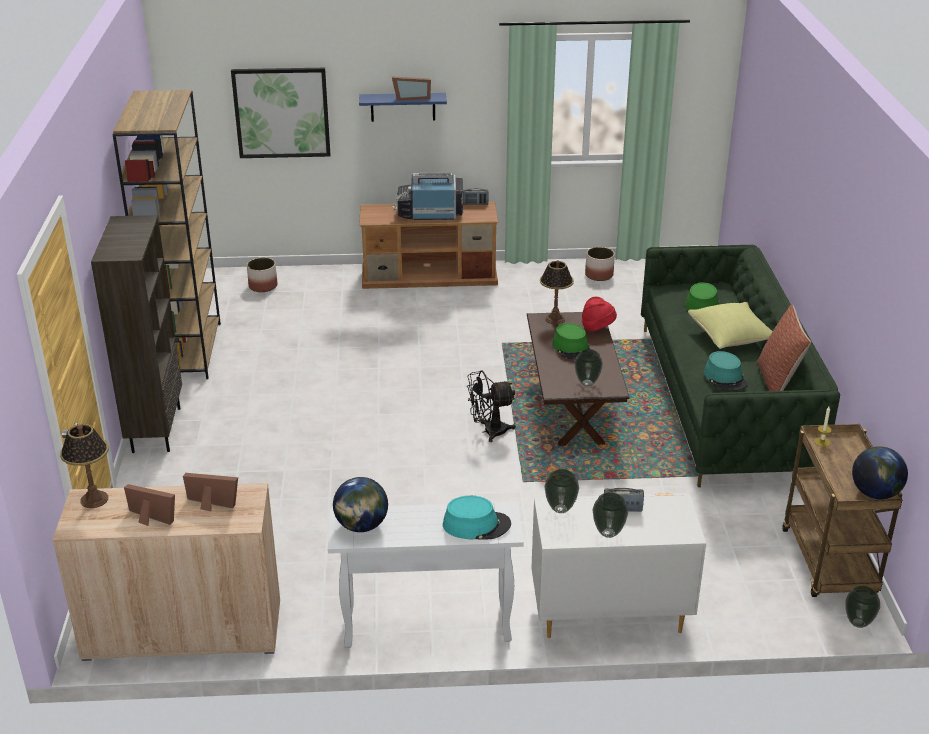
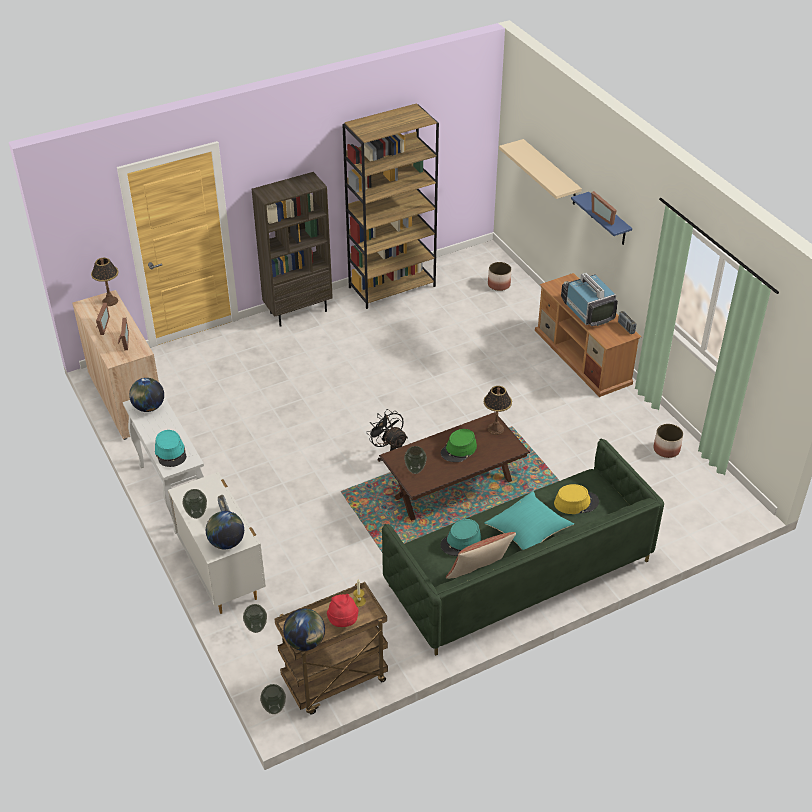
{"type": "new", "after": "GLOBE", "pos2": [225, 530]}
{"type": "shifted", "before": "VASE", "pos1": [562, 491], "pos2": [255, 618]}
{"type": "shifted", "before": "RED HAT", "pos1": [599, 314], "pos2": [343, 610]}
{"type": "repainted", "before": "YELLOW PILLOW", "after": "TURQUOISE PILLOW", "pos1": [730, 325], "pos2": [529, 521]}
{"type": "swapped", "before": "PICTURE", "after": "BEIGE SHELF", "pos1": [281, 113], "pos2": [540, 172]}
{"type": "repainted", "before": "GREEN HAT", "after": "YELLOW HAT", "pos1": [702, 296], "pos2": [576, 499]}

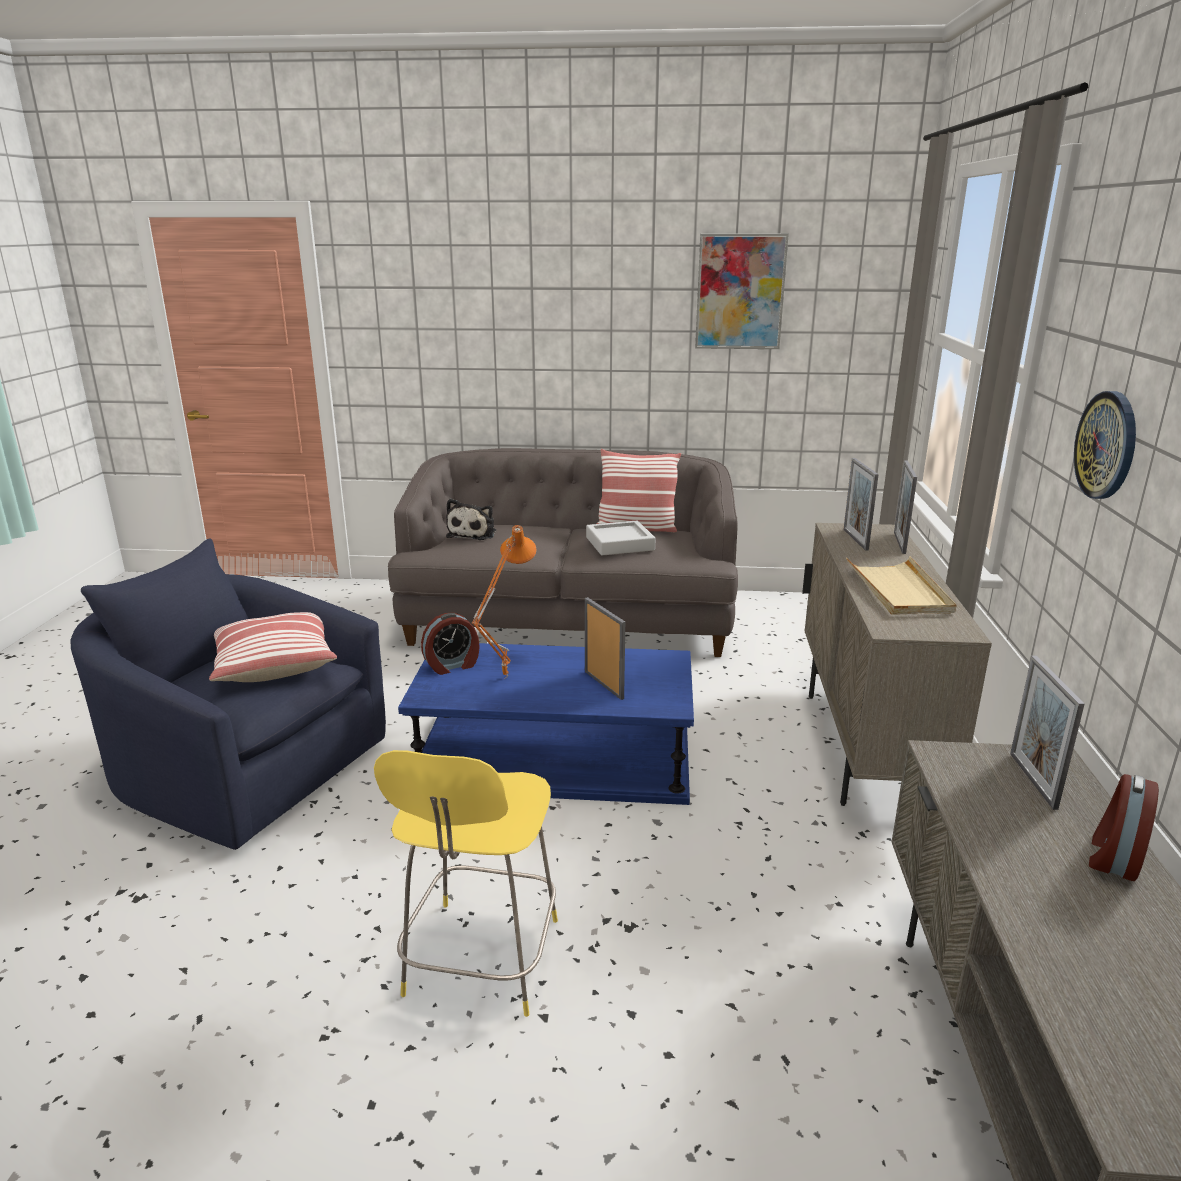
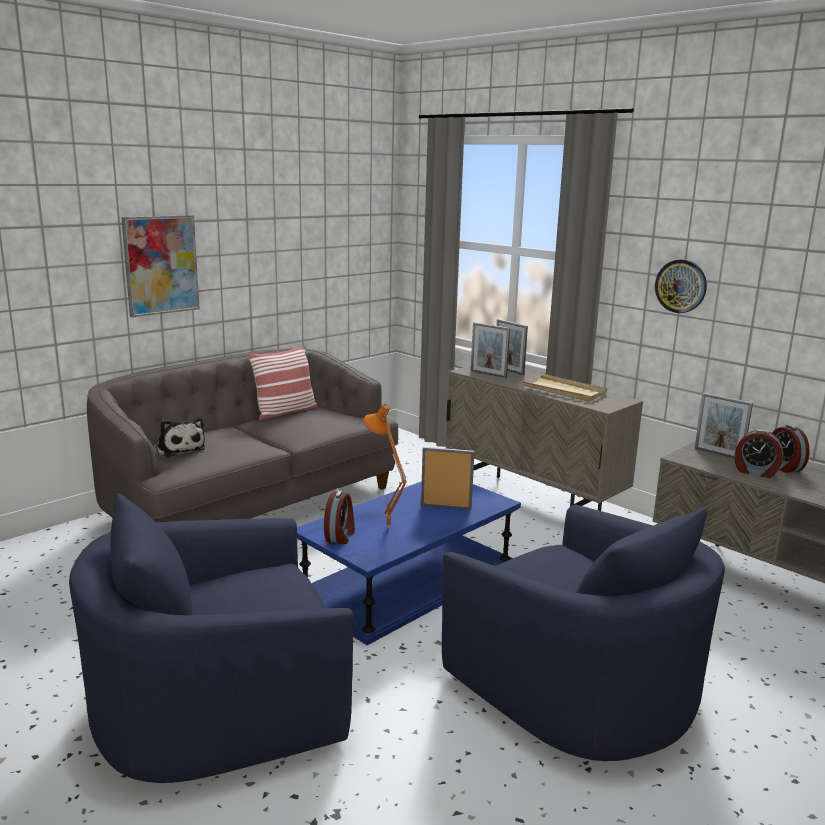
{"type": "shifted", "before": "PICTURE", "pos1": [742, 291], "pos2": [160, 266]}
{"type": "swapped", "before": "YELLOW STOOL", "after": "BLUE ARMCHAIR", "pos1": [466, 883], "pos2": [583, 633]}
{"type": "new", "after": "ALARM CLOCK", "pos2": [759, 454]}
{"type": "gone", "before": "PILLOW", "pos1": [273, 647]}
{"type": "gone", "before": "GREY TRAY", "pos1": [620, 538]}

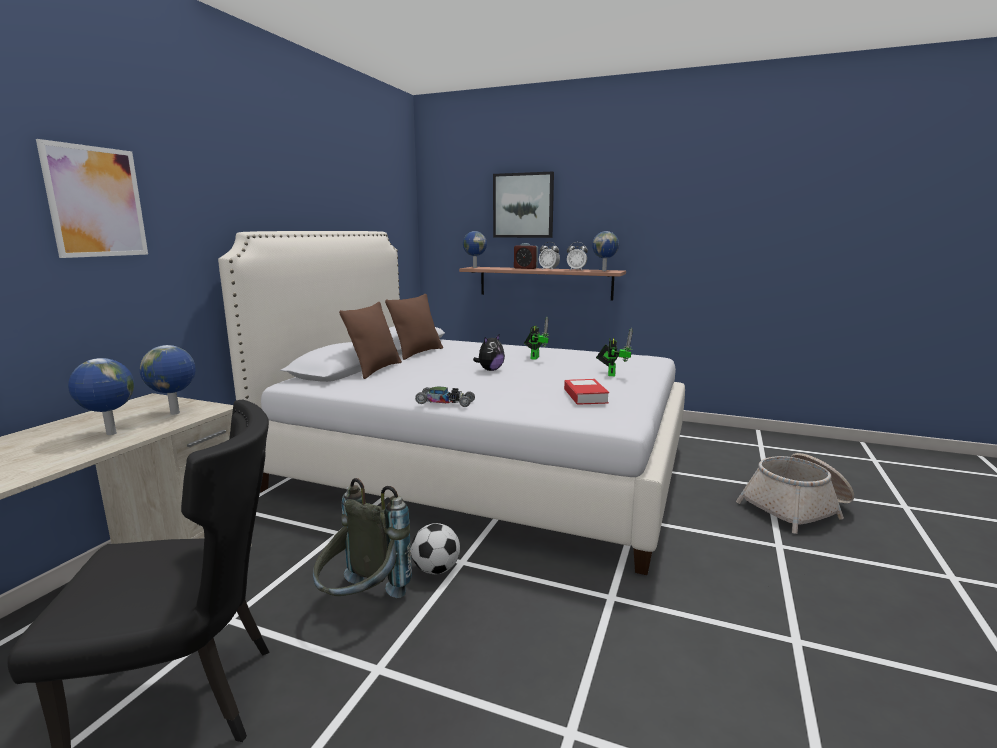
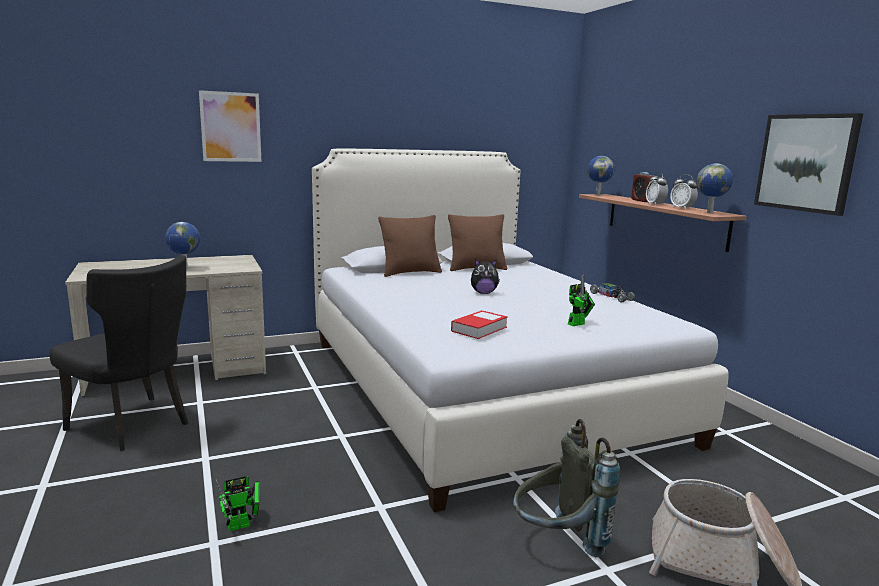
{"type": "shifted", "before": "TOY ROBOT", "pos1": [536, 338], "pos2": [238, 504]}
{"type": "shifted", "before": "GREY BACKPACK", "pos1": [362, 538], "pos2": [566, 488]}
{"type": "shifted", "before": "TOY CAR", "pos1": [445, 396], "pos2": [612, 292]}
{"type": "shifted", "before": "PICTURE", "pos1": [523, 204], "pos2": [808, 164]}
{"type": "gone", "before": "GLOBE", "pos1": [168, 380]}
{"type": "gone", "before": "FOOTBALL", "pos1": [435, 548]}

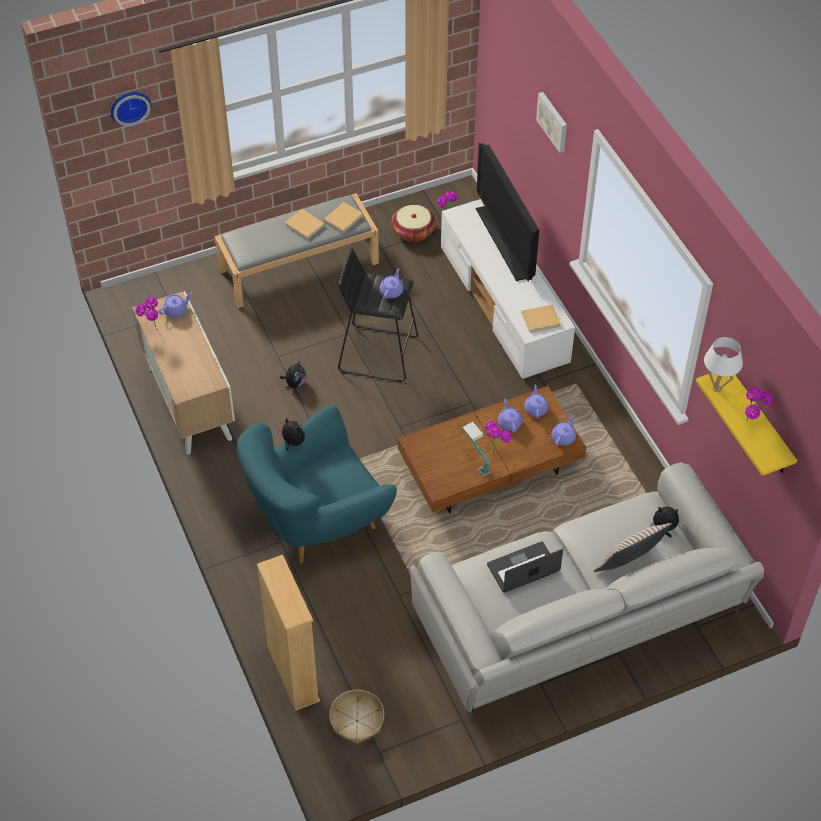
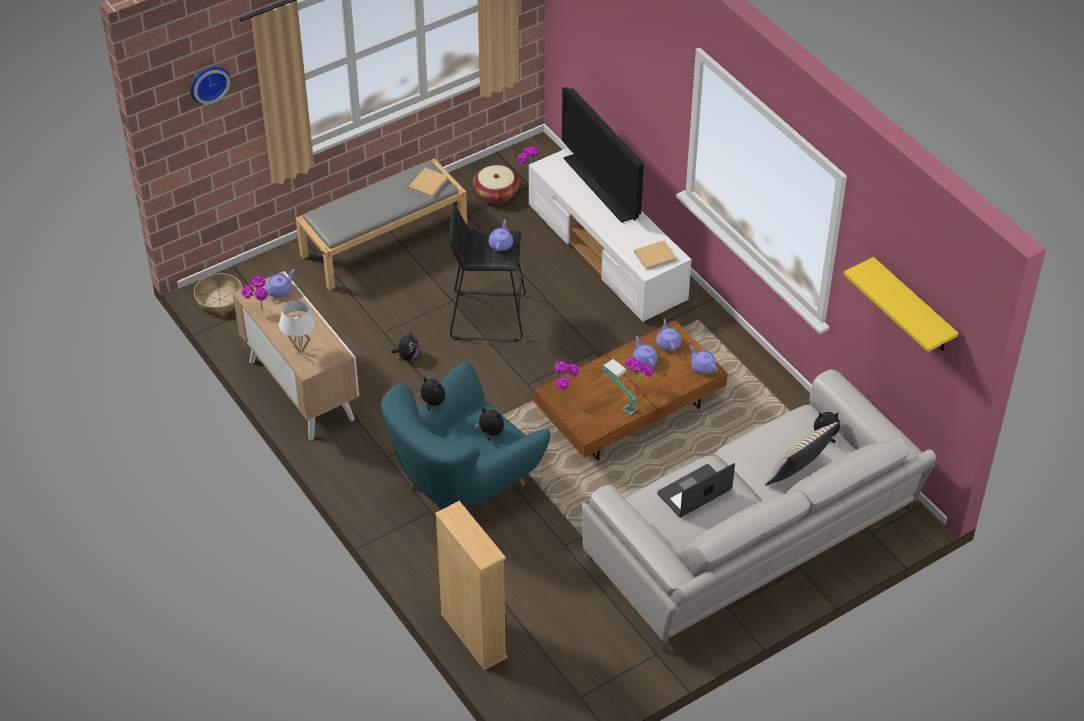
{"type": "shifted", "before": "BASKET", "pos1": [356, 716], "pos2": [218, 294]}
{"type": "shifted", "before": "WHITE TABLE LAMP", "pos1": [723, 364], "pos2": [297, 327]}
{"type": "new", "after": "PLUSH TOY", "pos2": [489, 424]}
{"type": "shifted", "before": "POTTED PLANT", "pos1": [759, 404], "pos2": [566, 377]}
{"type": "rotated", "before": "PURPLE TEAPOT", "pos1": [563, 430], "pos2": [703, 359], "turn": -60}
{"type": "gone", "before": "BEIGE BOOK", "pos1": [304, 224]}
{"type": "gone", "before": "PICTURE", "pos1": [551, 122]}

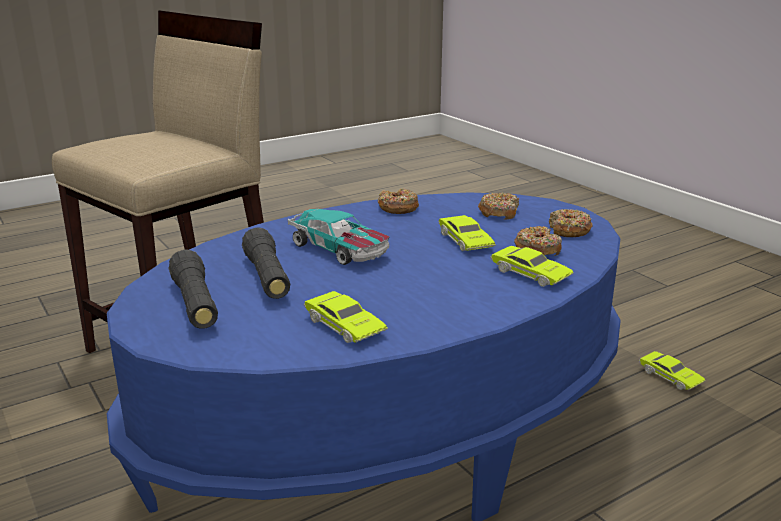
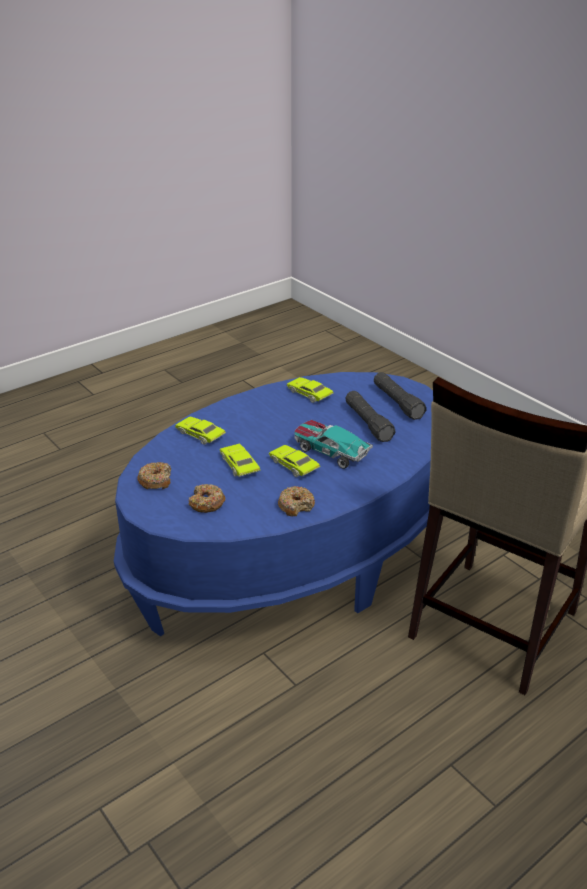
{"type": "shifted", "before": "GREEN TOY CAR", "pos1": [672, 370], "pos2": [294, 461]}
{"type": "gone", "before": "DONUT", "pos1": [538, 241]}

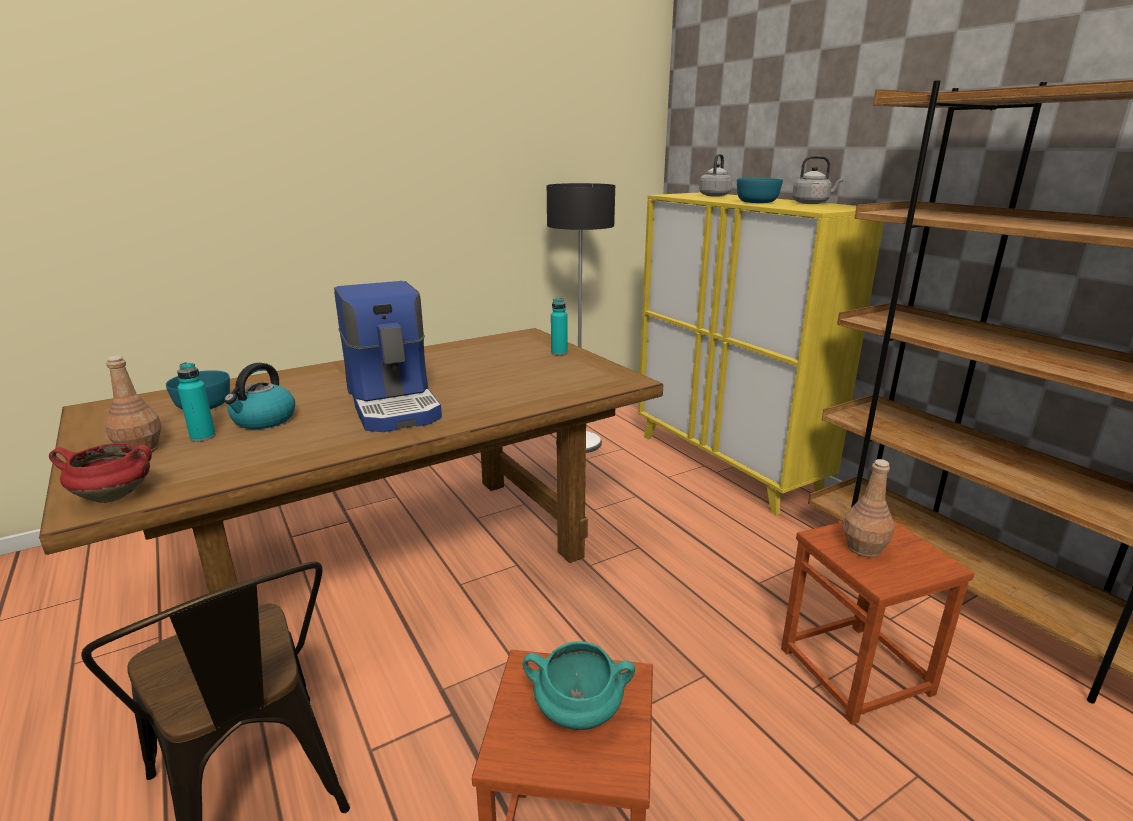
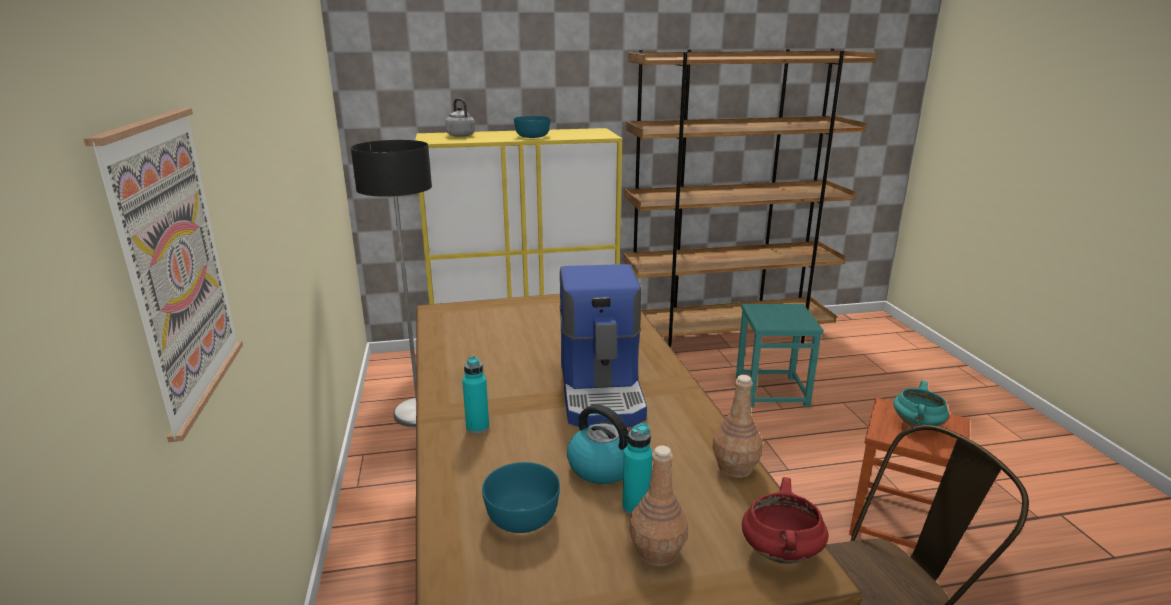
{"type": "new", "after": "PICTURE", "pos2": [163, 275]}
{"type": "shifted", "before": "TURQUOISE BOTTLE", "pos1": [559, 326], "pos2": [475, 395]}
{"type": "rotated", "before": "COFFEE MACHINE", "pos1": [388, 356], "pos2": [603, 345], "turn": 90}
{"type": "shifted", "before": "BROWN BOTTLE", "pos1": [869, 508], "pos2": [737, 426]}
{"type": "repainted", "before": "BROWN STOOL", "after": "TURQUOISE STOOL", "pos1": [877, 622], "pos2": [779, 355]}
{"type": "gone", "before": "GREY KETTLE", "pos1": [818, 180]}

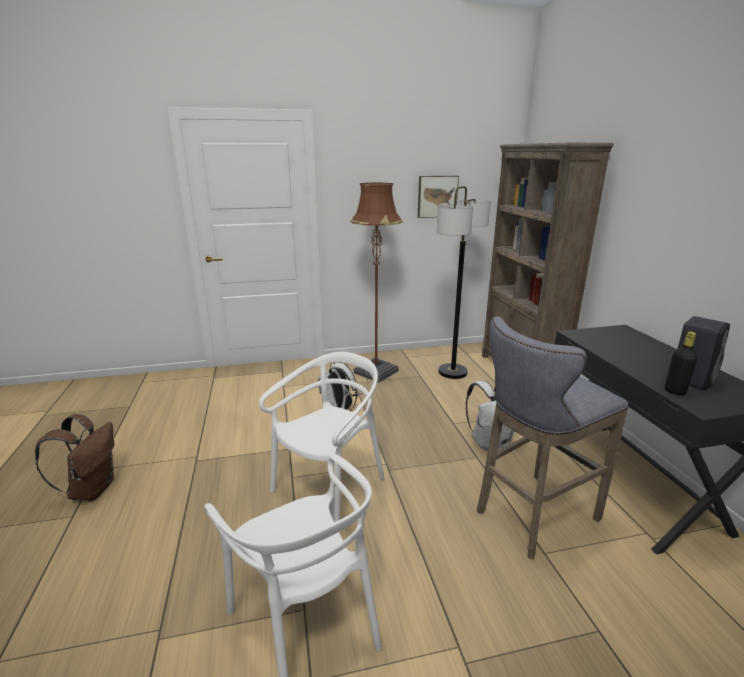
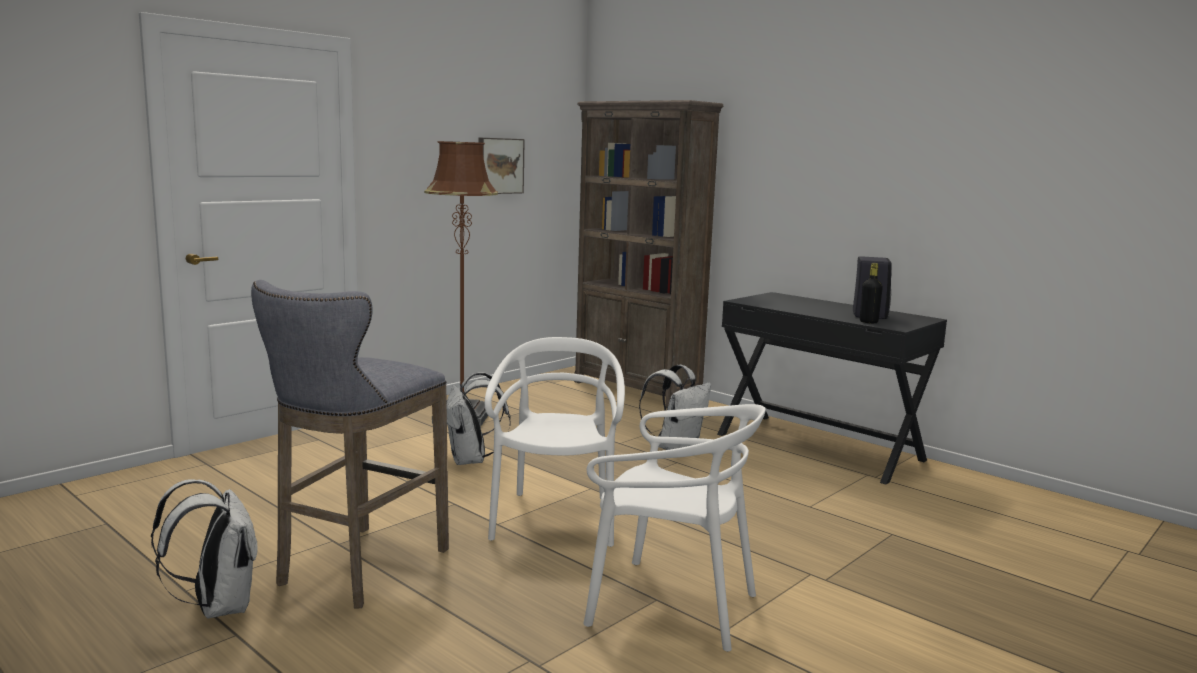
{"type": "repainted", "before": "BROWN BACKPACK", "after": "WHITE BACKPACK", "pos1": [74, 457], "pos2": [204, 549]}
{"type": "shifted", "before": "GREY STOOL", "pos1": [553, 437], "pos2": [350, 444]}
{"type": "gone", "before": "FLOOR LAMP", "pos1": [464, 282]}

